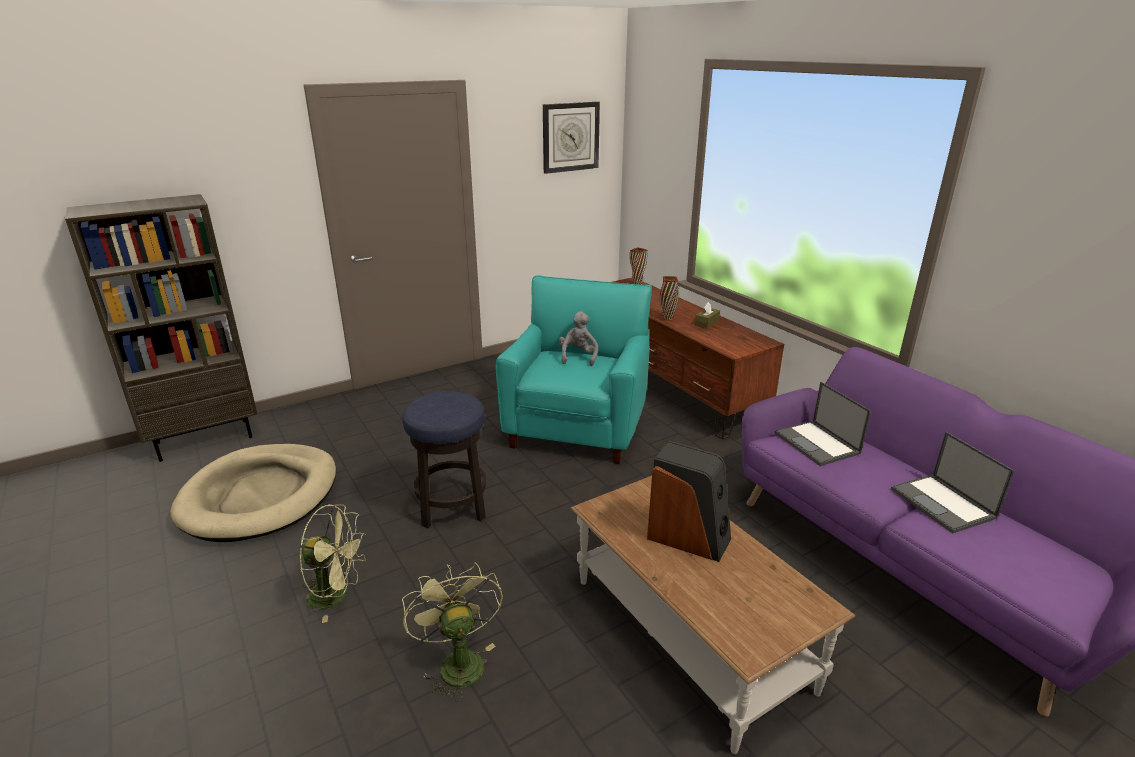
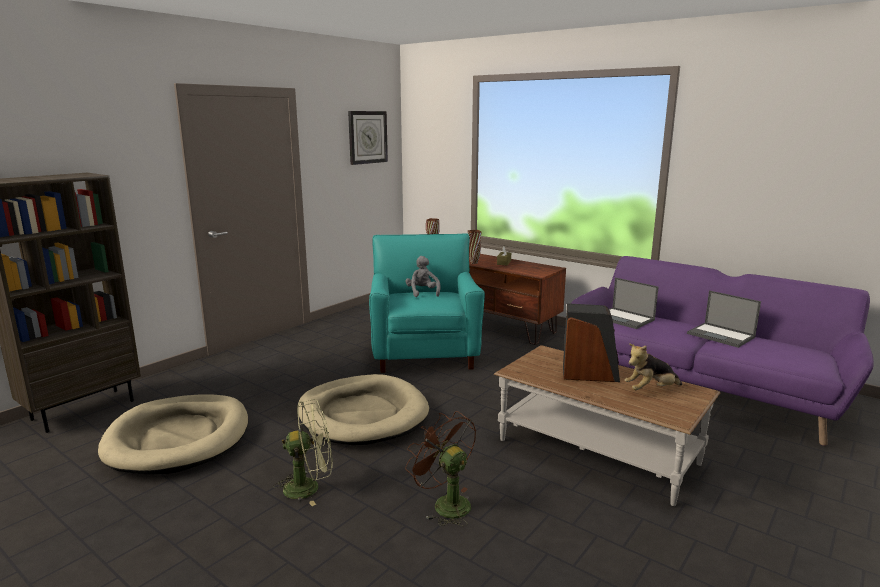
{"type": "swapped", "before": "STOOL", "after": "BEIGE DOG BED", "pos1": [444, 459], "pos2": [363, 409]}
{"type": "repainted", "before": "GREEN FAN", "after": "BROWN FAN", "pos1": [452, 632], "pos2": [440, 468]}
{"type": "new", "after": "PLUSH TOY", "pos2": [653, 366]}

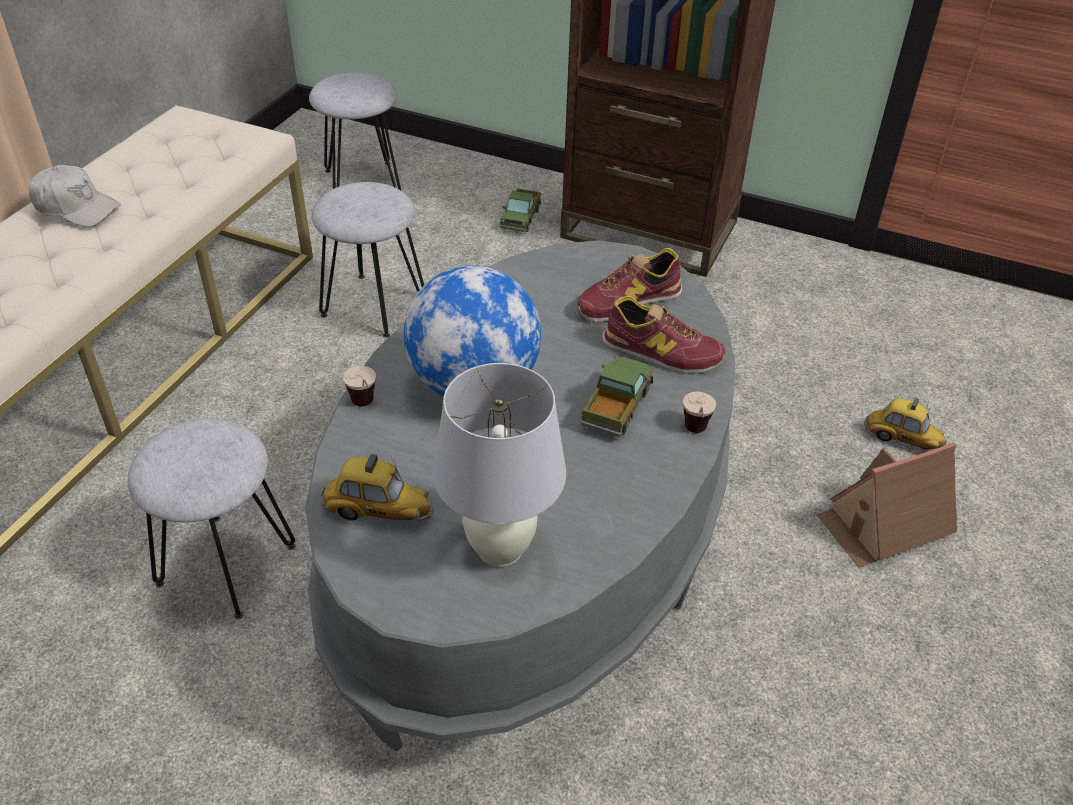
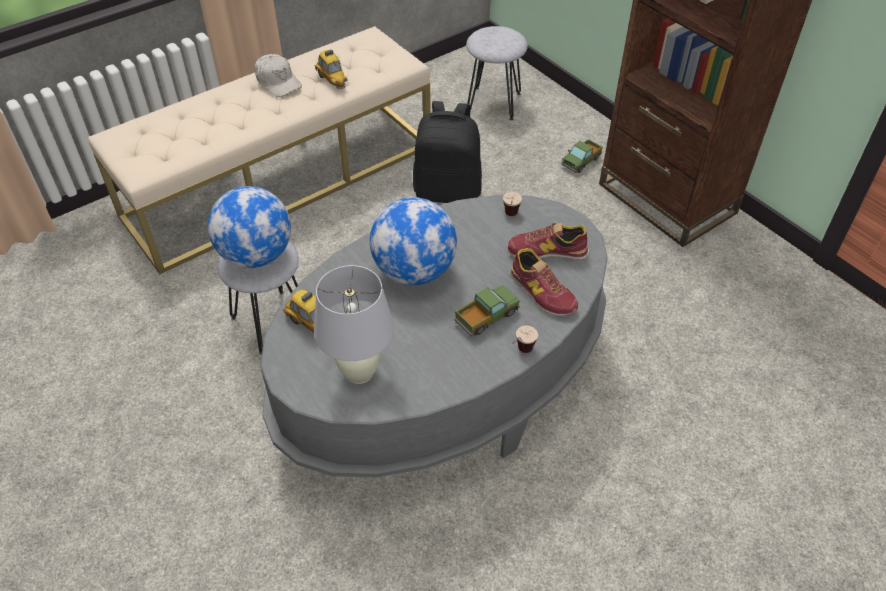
{"type": "new", "after": "GLOBE", "pos2": [249, 227]}
{"type": "shifted", "before": "TOY CAR", "pos1": [906, 423], "pos2": [331, 69]}
{"type": "swapped", "before": "GREY STOOL", "after": "BLACK BACKPACK", "pos1": [368, 259], "pos2": [447, 152]}
{"type": "shifted", "before": "CUP", "pos1": [359, 386], "pos2": [512, 204]}
{"type": "gone", "before": "TOY HOUSE", "pos1": [886, 505]}

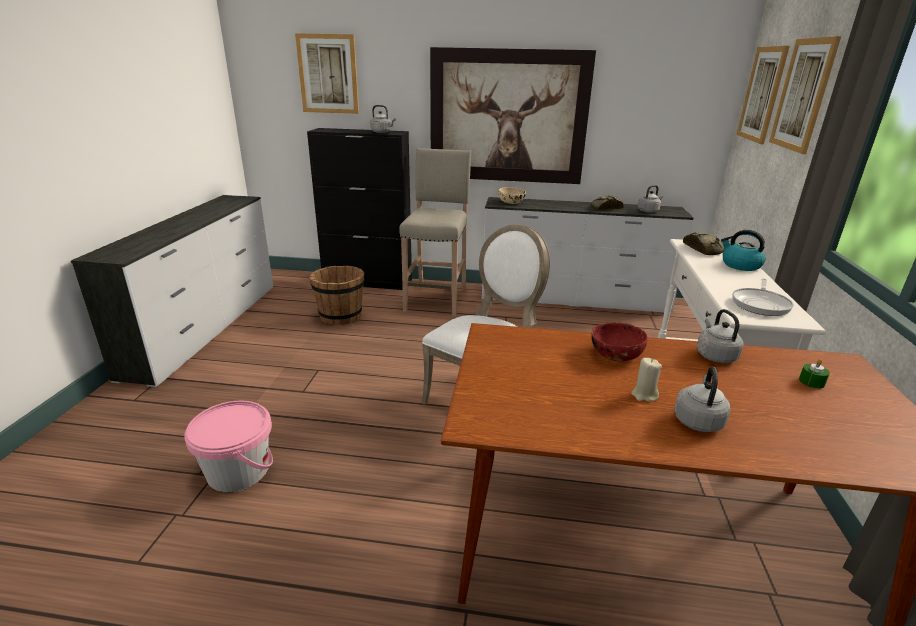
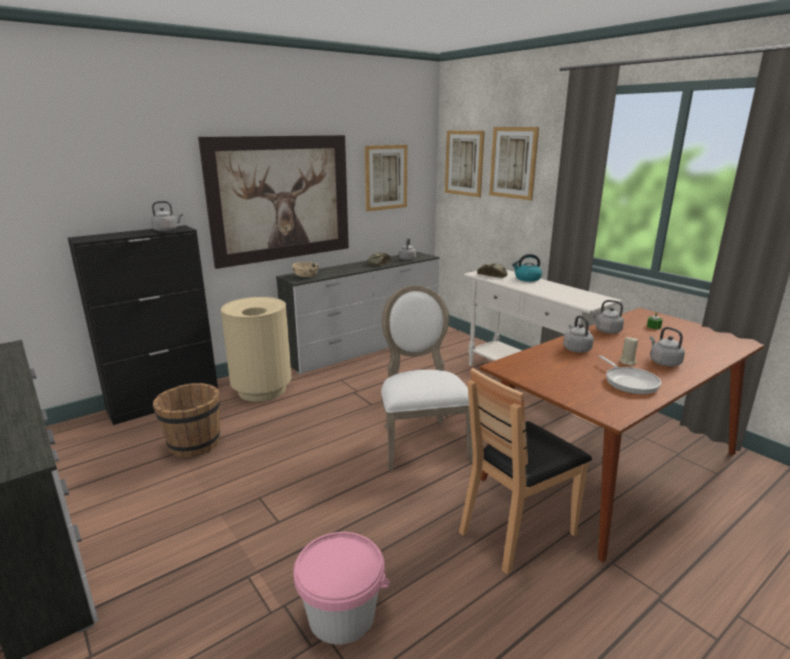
{"type": "swapped", "before": "BEIGE STOOL", "after": "BEIGE TRASH CAN", "pos1": [435, 232], "pos2": [256, 349]}
{"type": "shifted", "before": "PICTURE", "pos1": [327, 73], "pos2": [386, 178]}
{"type": "new", "after": "BROWN CHAIR", "pos2": [525, 471]}
{"type": "swapped", "before": "RED BOWL", "after": "GREY KETTLE", "pos1": [619, 341], "pos2": [578, 334]}
{"type": "shifted", "before": "FRYING PAN", "pos1": [763, 297], "pos2": [630, 375]}

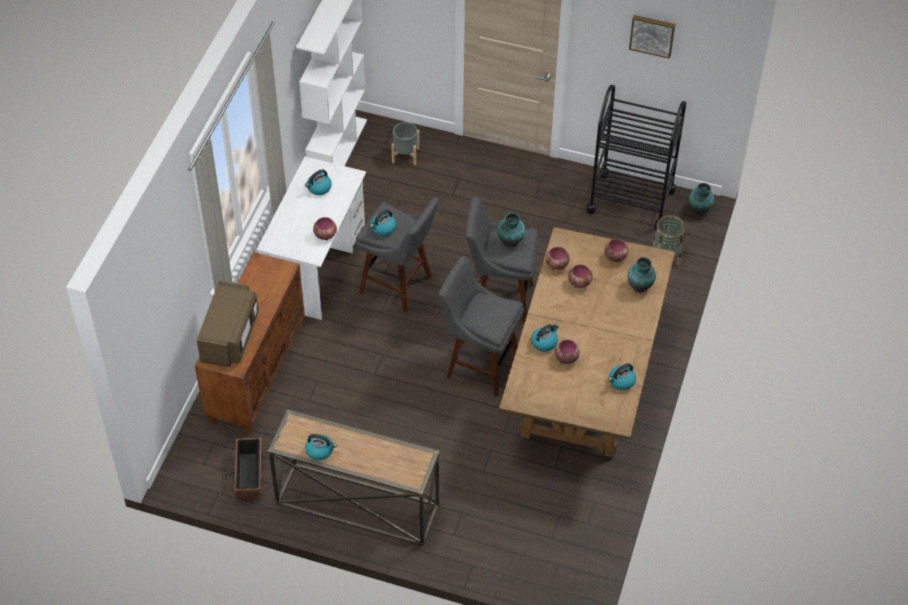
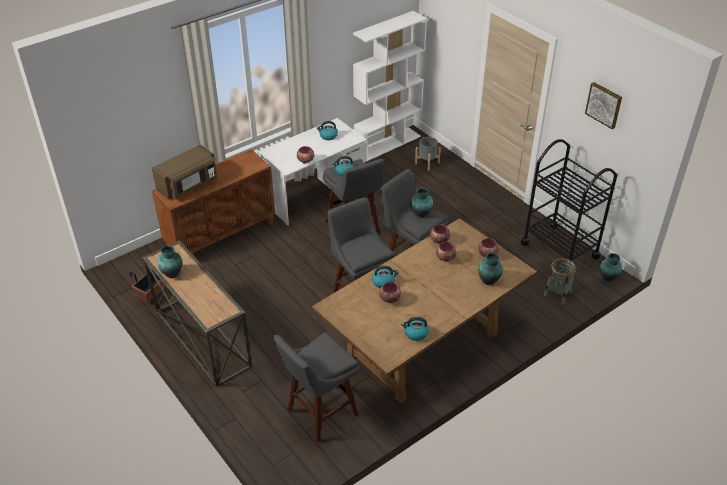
{"type": "swapped", "before": "KETTLE", "after": "VASE", "pos1": [321, 447], "pos2": [169, 261]}
{"type": "new", "after": "GREY STOOL", "pos2": [316, 387]}

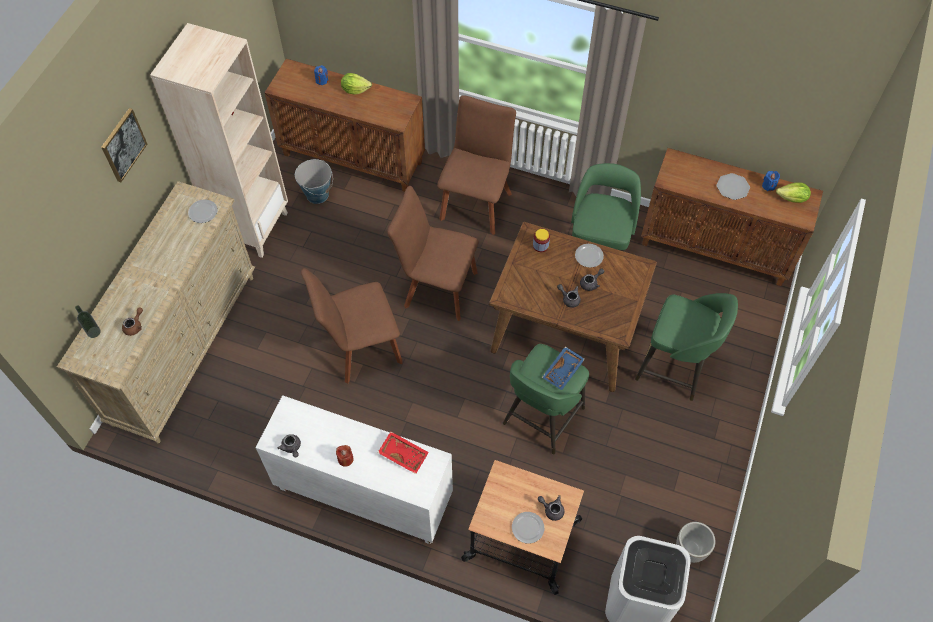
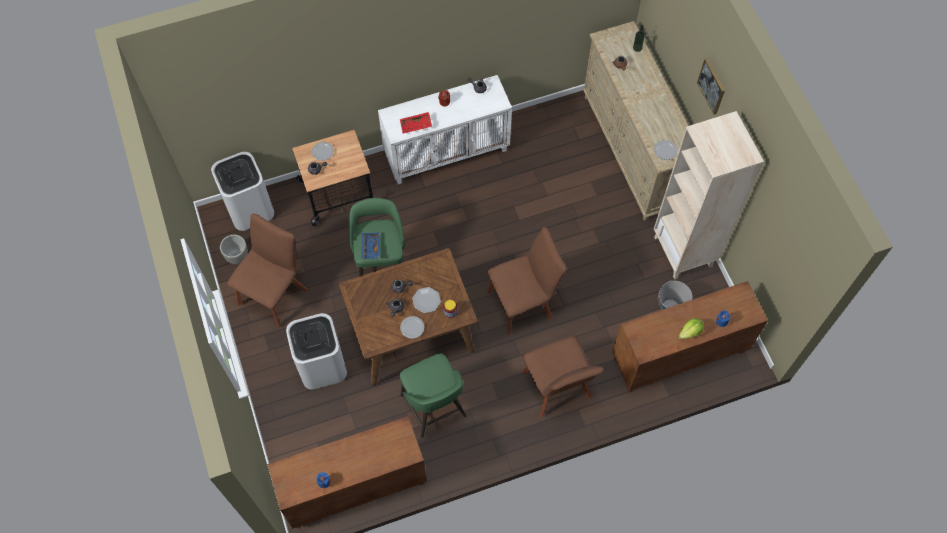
{"type": "shifted", "before": "BROWN CHAIR", "pos1": [352, 326], "pos2": [267, 270]}
{"type": "swapped", "before": "GREEN STOOL", "after": "WHITE TRASH CAN", "pos1": [686, 347], "pos2": [316, 351]}
{"type": "shifted", "before": "PLATE", "pos1": [733, 186], "pos2": [426, 300]}
{"type": "gone", "before": "LETTUCE", "pos1": [793, 192]}

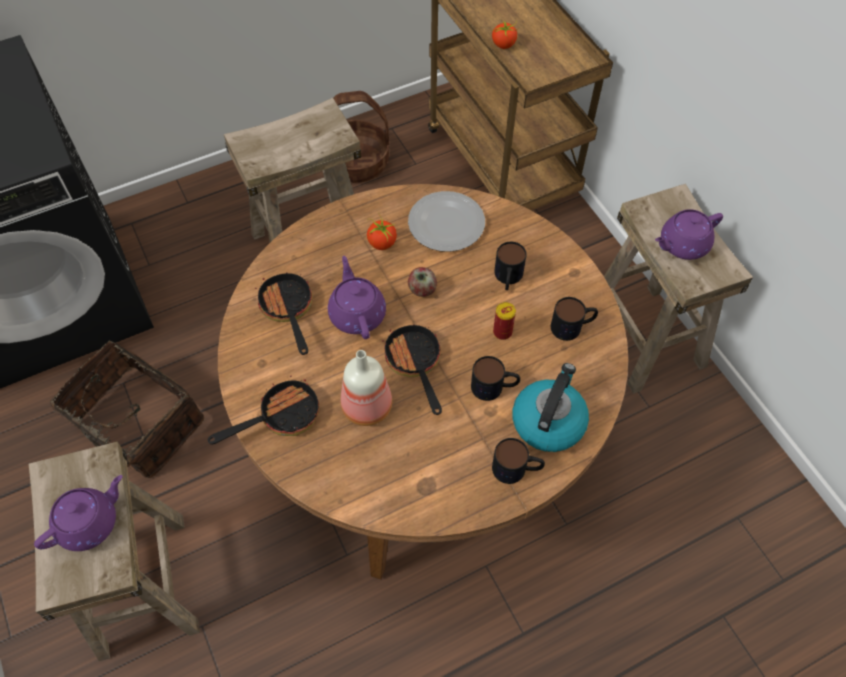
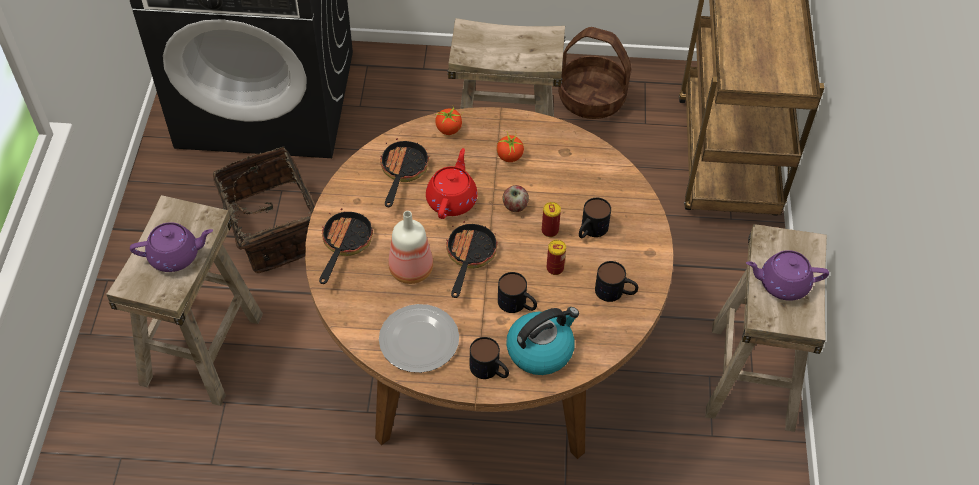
{"type": "rotated", "before": "FRYING PAN", "pos1": [263, 410], "pos2": [346, 246], "turn": -75}
{"type": "shifted", "before": "PLATE", "pos1": [446, 221], "pos2": [419, 338]}
{"type": "repainted", "before": "PURPLE TEAPOT", "after": "RED TEAPOT", "pos1": [357, 297], "pos2": [452, 183]}
{"type": "shifted", "before": "TOMATO", "pos1": [506, 34], "pos2": [449, 121]}
{"type": "new", "after": "CAN", "pos2": [551, 219]}

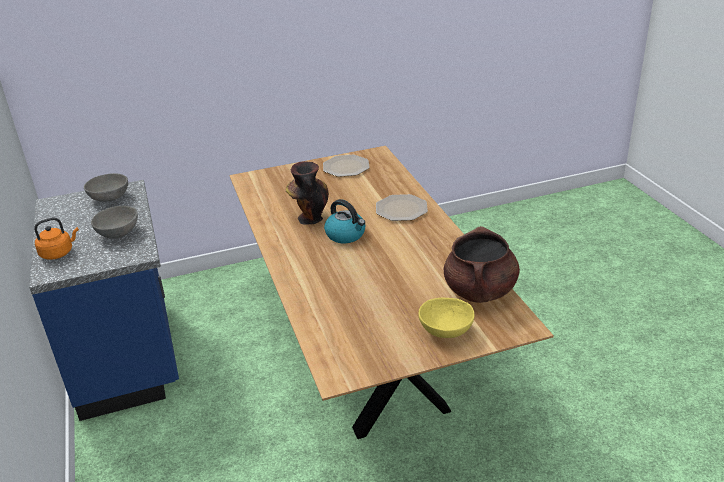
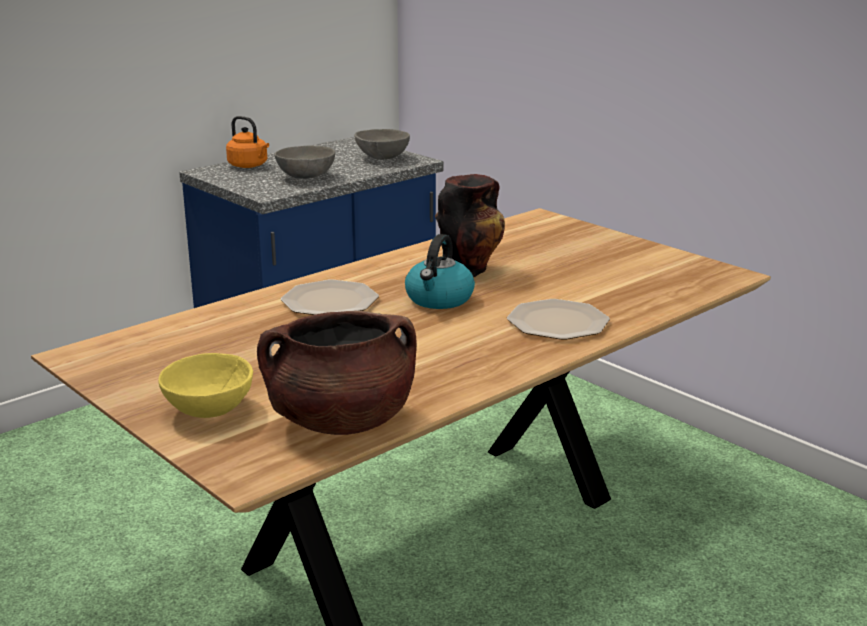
{"type": "shifted", "before": "PLATE", "pos1": [346, 166], "pos2": [330, 297]}

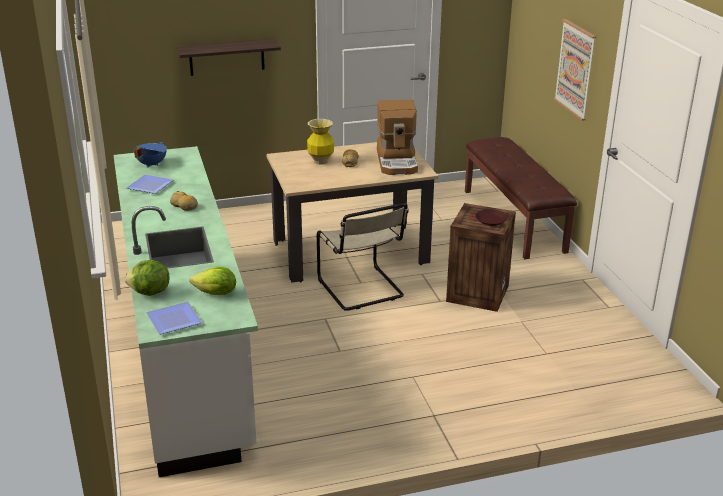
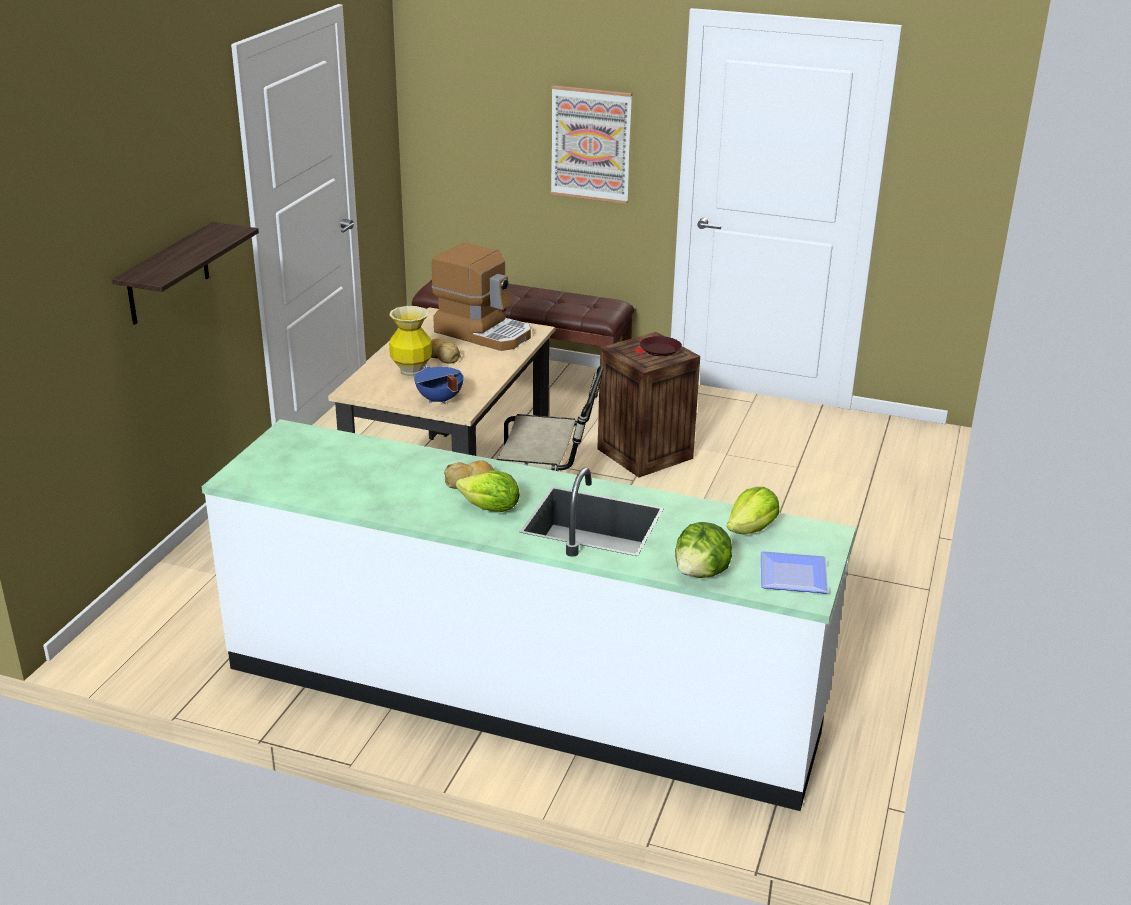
{"type": "shifted", "before": "BLUE COOKING POT", "pos1": [150, 154], "pos2": [439, 385]}
{"type": "new", "after": "LETTUCE", "pos2": [488, 491]}
{"type": "gone", "before": "PLATE", "pos1": [149, 184]}

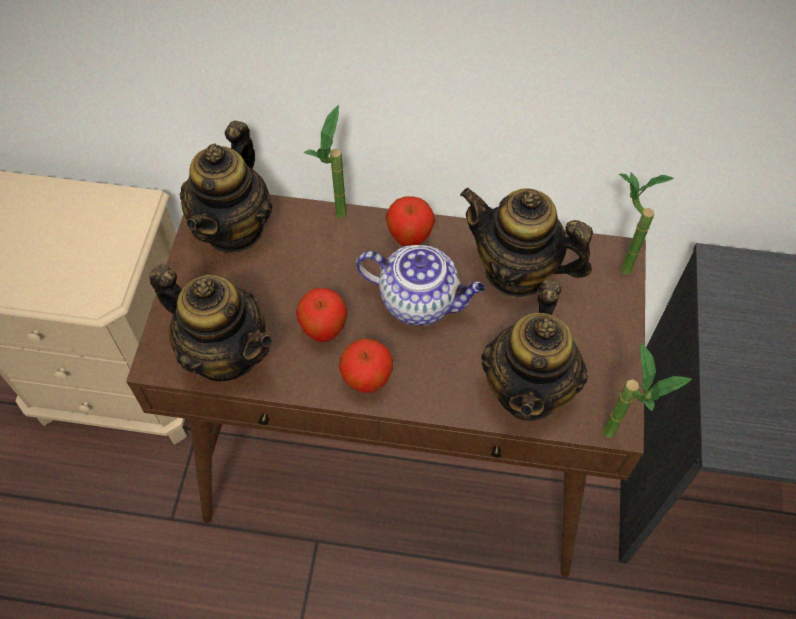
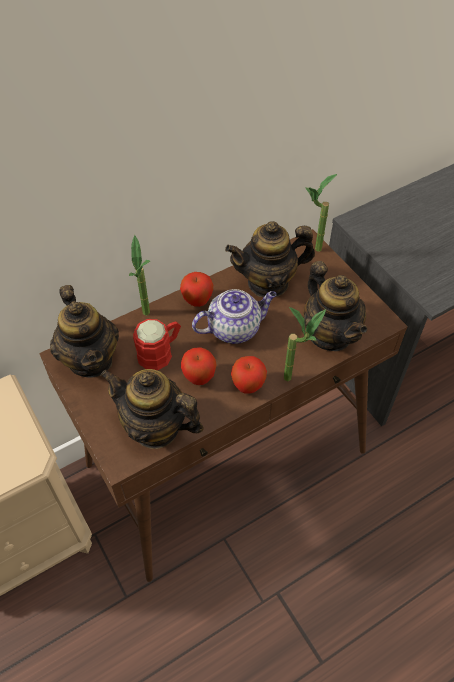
{"type": "rotated", "before": "TEAPOT", "pos1": [210, 322], "pos2": [152, 409], "turn": -150}
{"type": "new", "after": "RED MUG", "pos2": [157, 344]}
{"type": "shifted", "before": "POTTED PLANT", "pos1": [647, 390], "pos2": [305, 344]}

